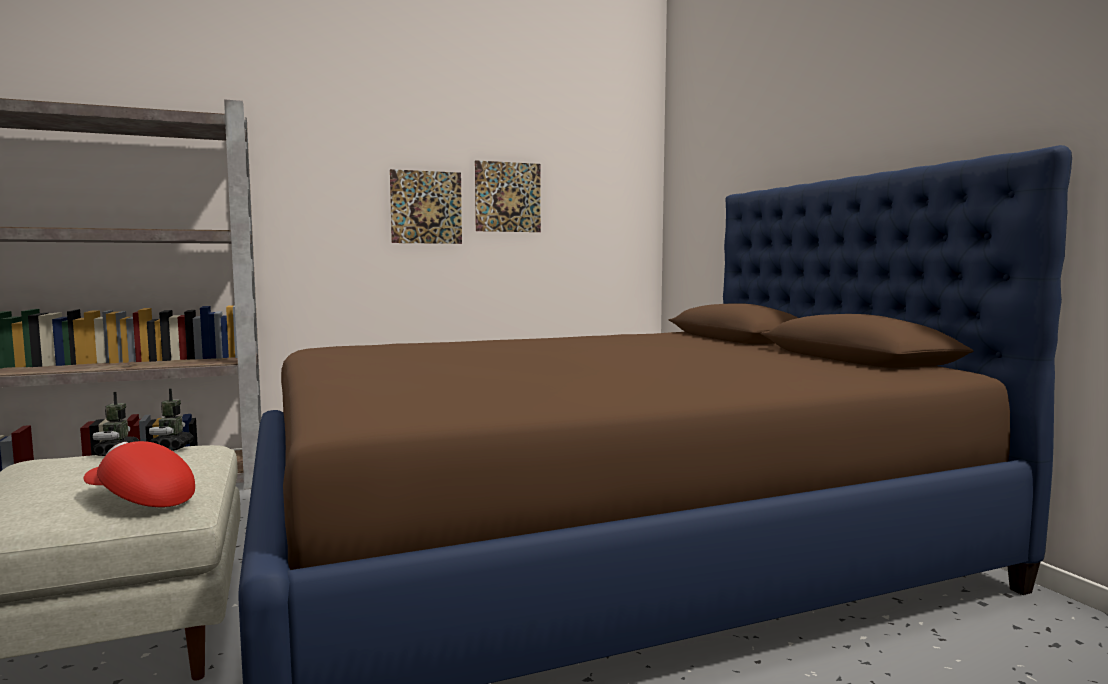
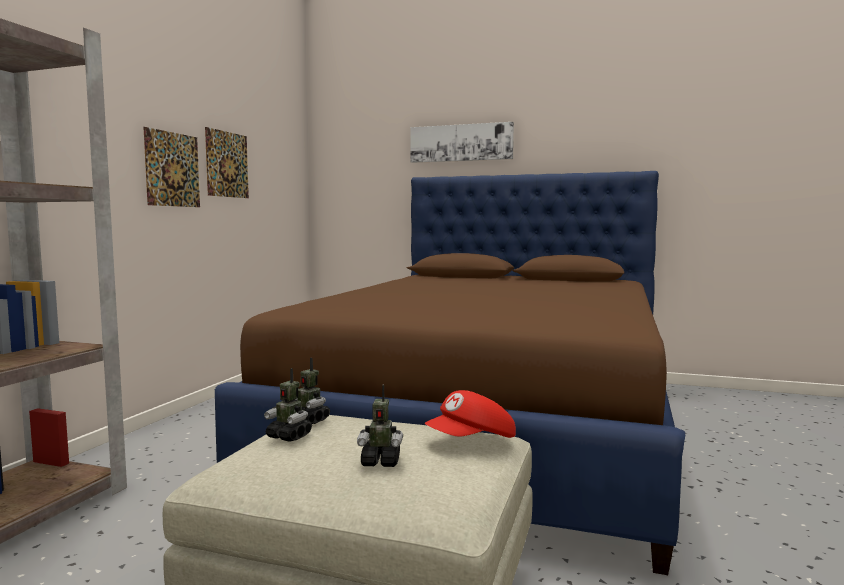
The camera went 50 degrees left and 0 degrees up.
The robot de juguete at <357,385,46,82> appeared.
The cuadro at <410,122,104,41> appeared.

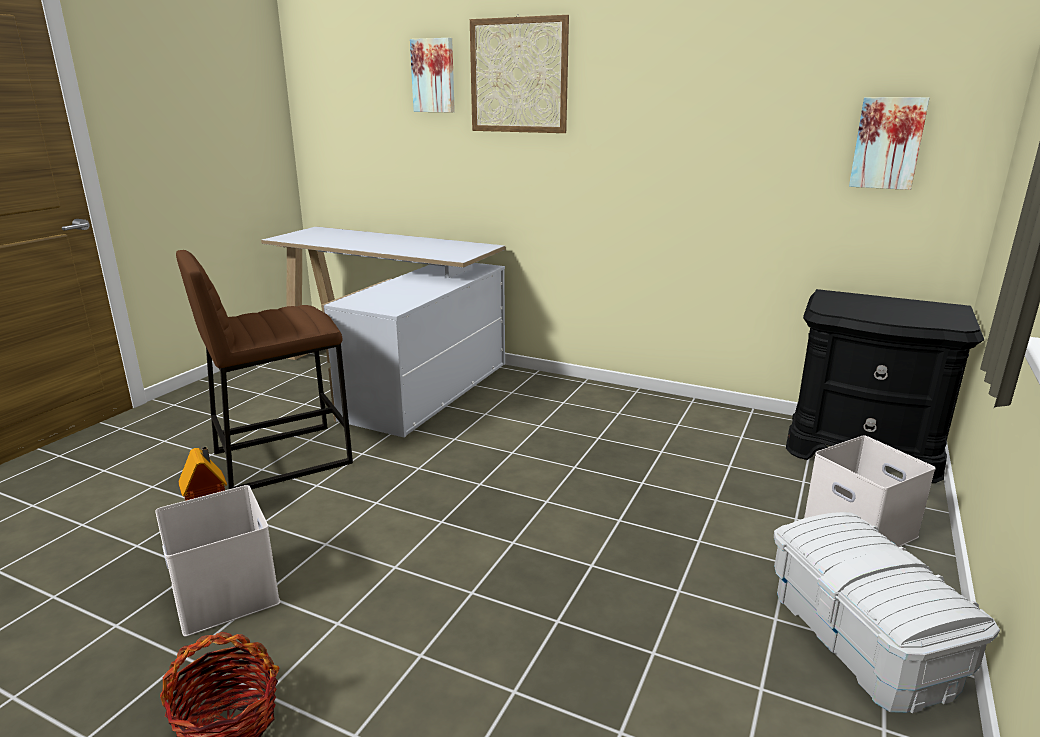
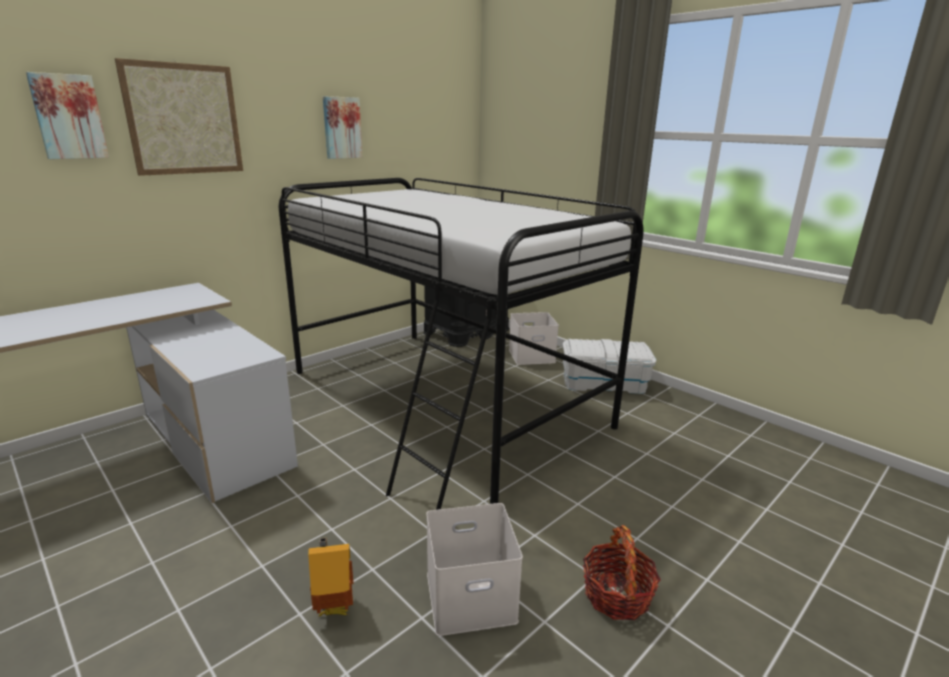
The camera went 70 degrees left and 0 degrees up.
The cama (negro) at <279,178,365,332> appeared.
The cuadro moved from <849,97,81,93> to <323,96,39,63>.
The taburete (marrón) at <176,250,177,239> disappeared.

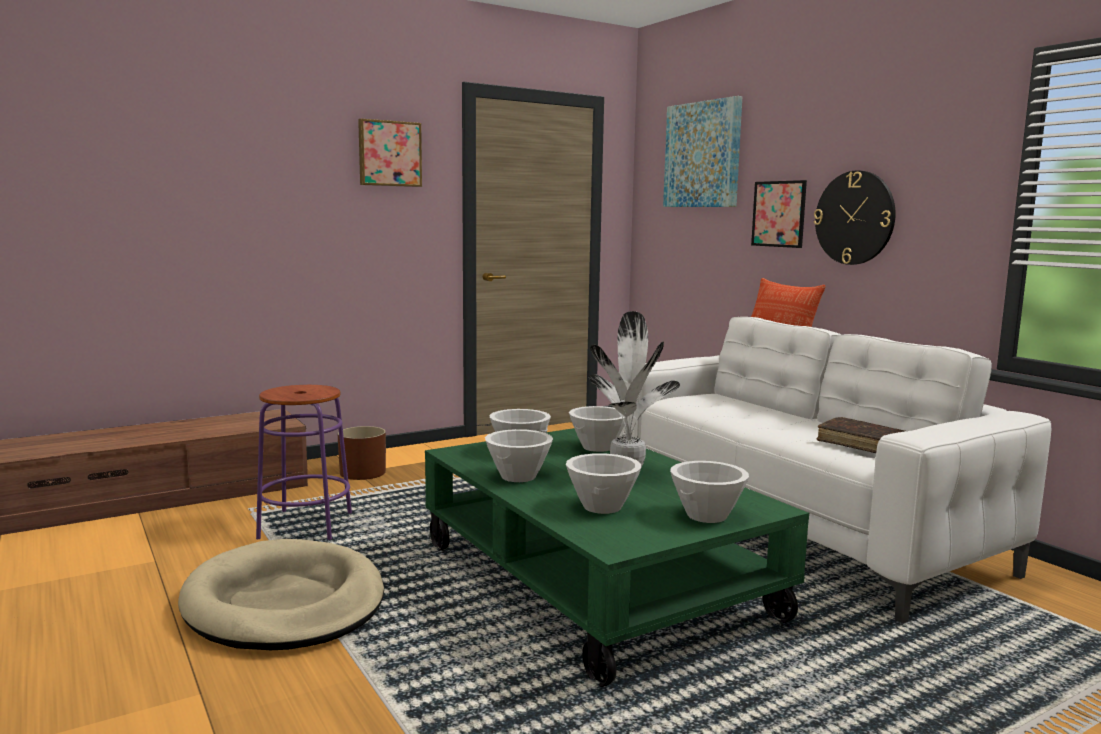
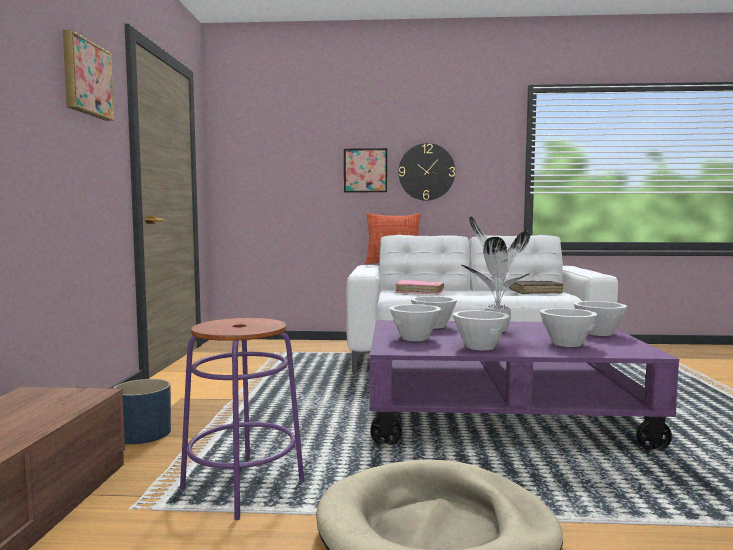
The camera went 55 degrees left and 5 degrees down.
The maceta (marrón) at <338,426,48,54> became the maceta (azul) at <114,379,57,65>.
The mesa de centro (verde) at <425,428,384,259> became the mesa de centro (morado) at <369,320,310,130>.
The libro (rosa) at <395,280,49,15> appeared.
The cuadro at <663,96,79,111> disappeared.

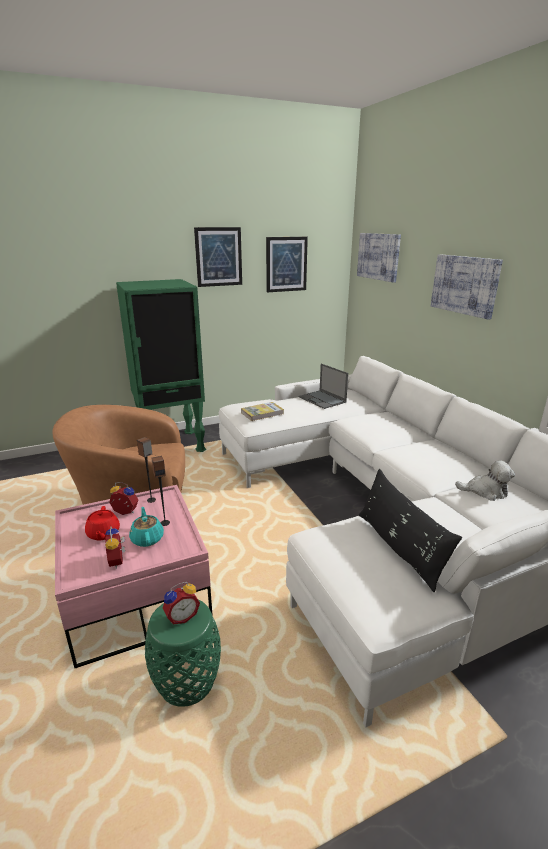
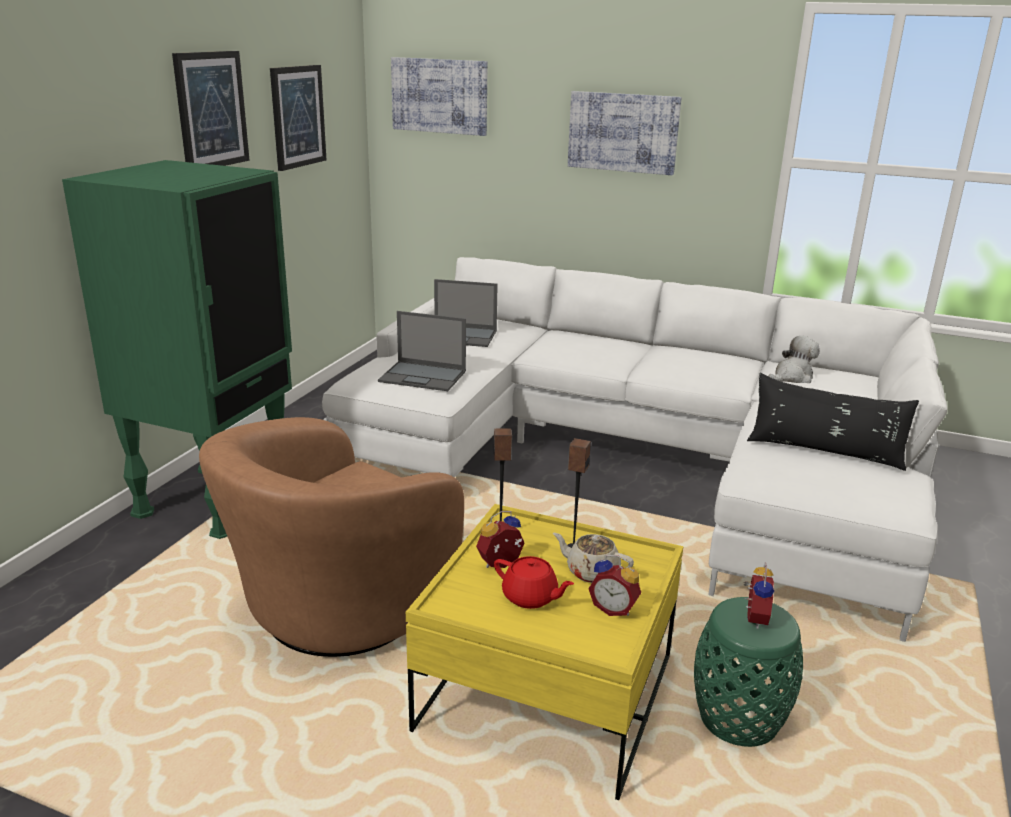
The camera went 45 degrees left and 0 degrees up.
The libro at <241,402,43,19> was replaced by the portátil at <378,311,88,80>.
The mesa de centro (rosa) at <55,485,158,184> became the mesa de centro (amarillo) at <406,504,277,296>.
The tetera (turquesa) at <129,507,35,40> became the tetera (beis) at <553,533,81,50>.

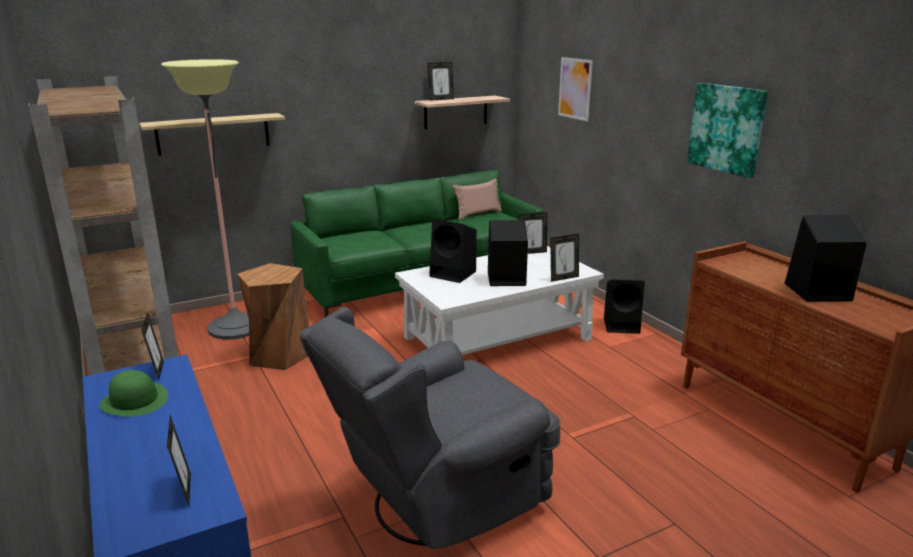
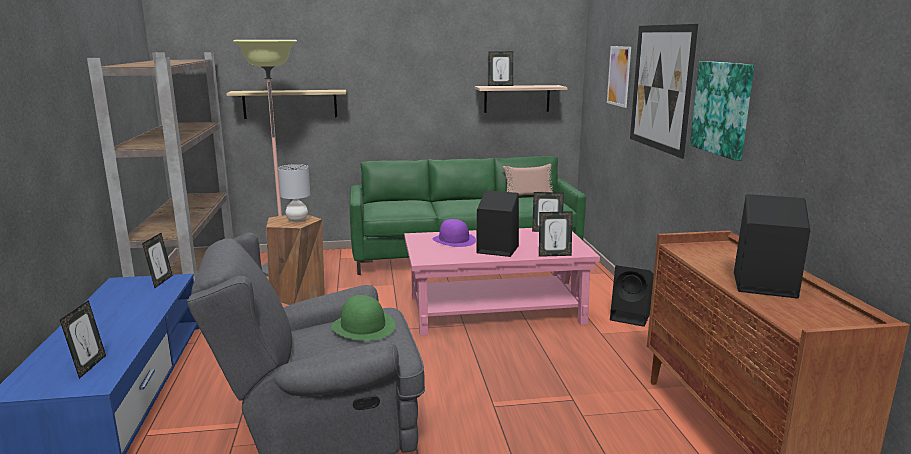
The camera went 20 degrees right and 5 degrees down.
The lámpara de mesa (gris) at <278,164,32,58> appeared.
The sombrero (verde) moved from <99,370,69,46> to <331,295,64,46>.
The mesa de centro (blanco) at <395,246,209,109> became the mesa de centro (rosa) at <404,228,196,107>.
The altavoz (negro) at <429,219,48,64> was replaced by the sombrero (morado) at <432,219,44,28>.
The cuadro at <630,24,68,135> appeared.

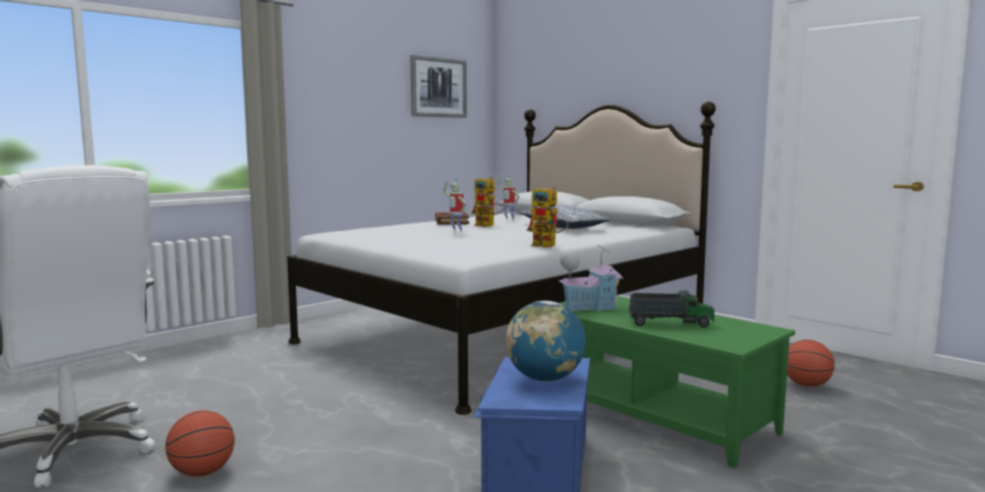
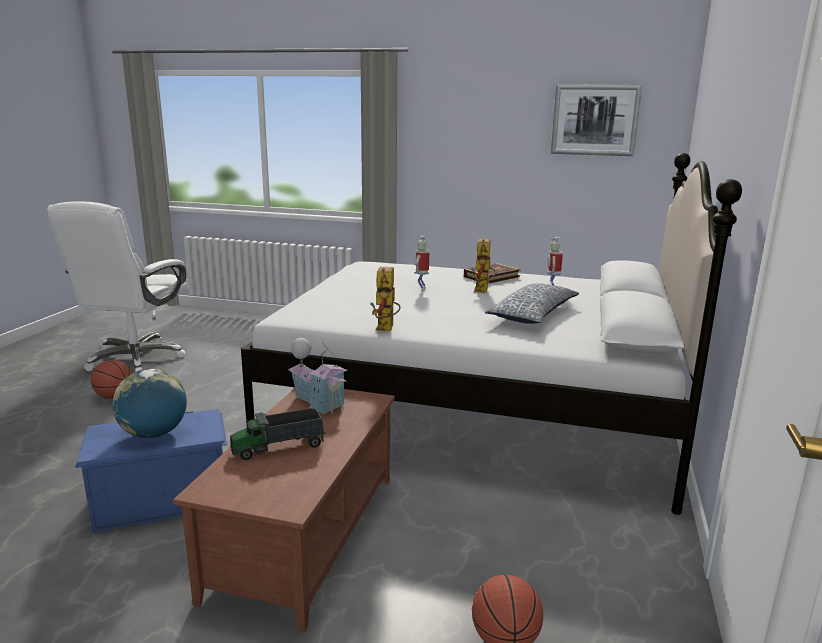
The camera went 60 degrees right and 10 degrees up.
The mesa de centro (verde) at <560,296,235,172> became the mesa de centro (marrón) at <173,388,222,244>.
The camión de juguete at <628,290,86,38> turned 90 degrees clockwise.

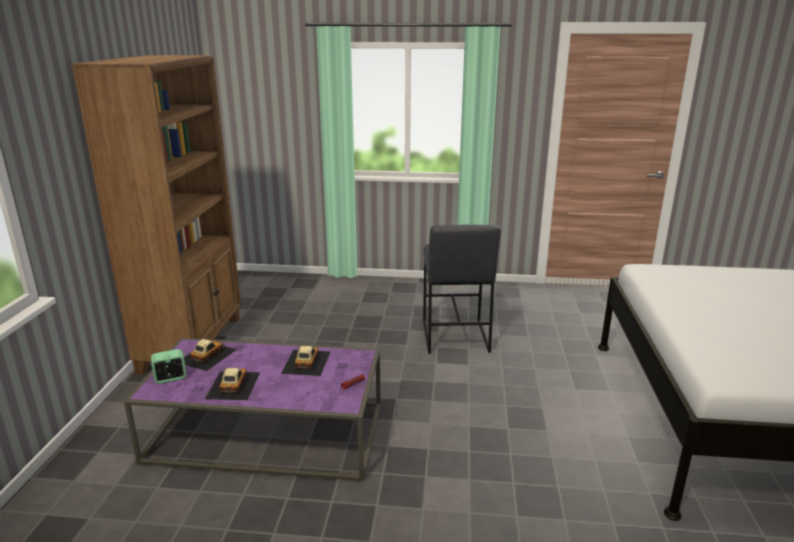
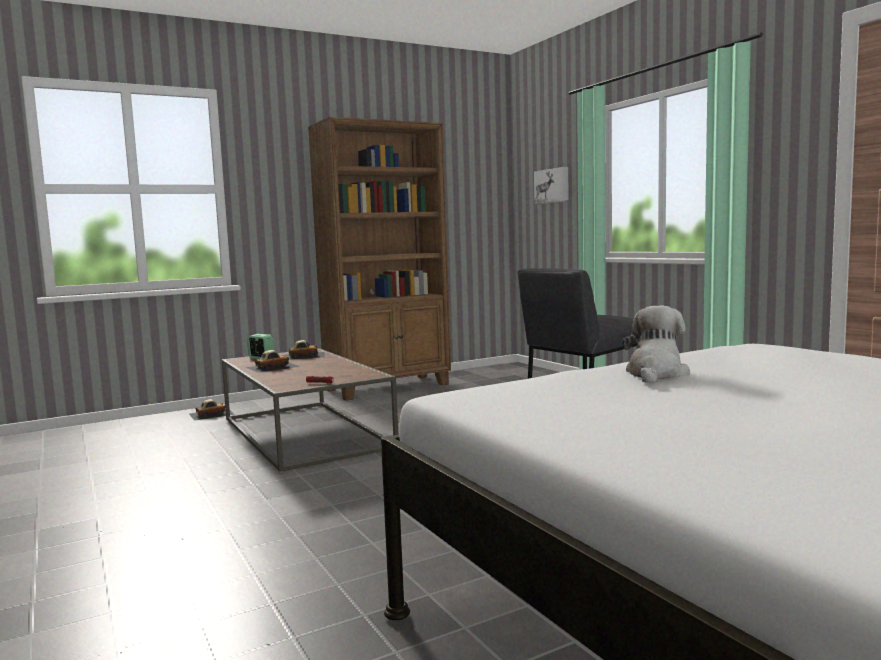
The camera went 55 degrees right and 15 degrees down.
The coche de juguete moved from <281,346,49,30> to <189,399,45,22>.
The mesa de centro (morado) at <124,338,257,143> became the mesa de centro (marrón) at <222,348,176,125>.
The cuadro at <534,167,35,37> appeared.
The peluche at <622,306,68,77> appeared.

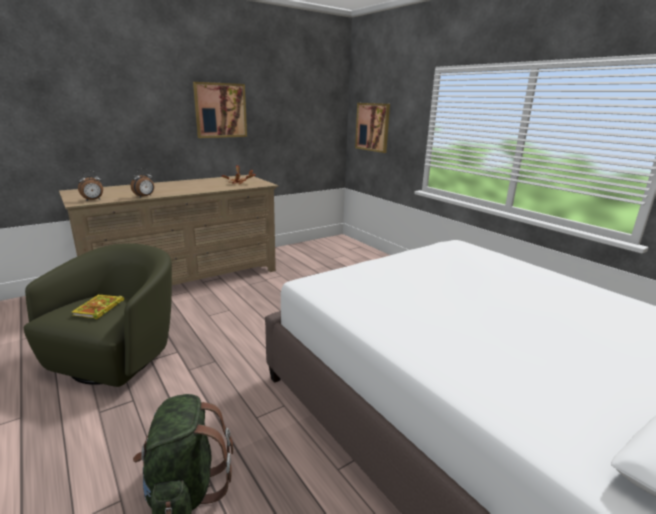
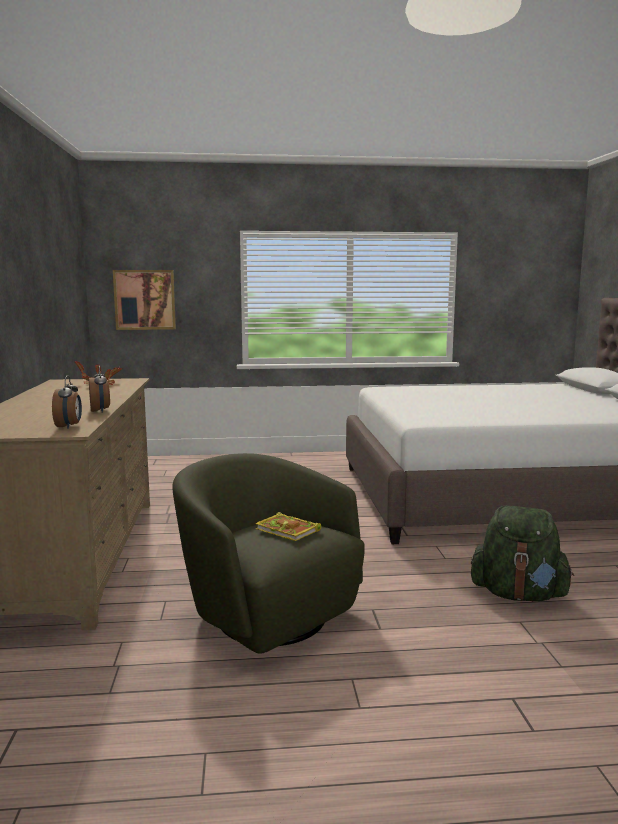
The camera went 60 degrees left and 10 degrees down.
The cuadro at <193,82,54,56> disappeared.

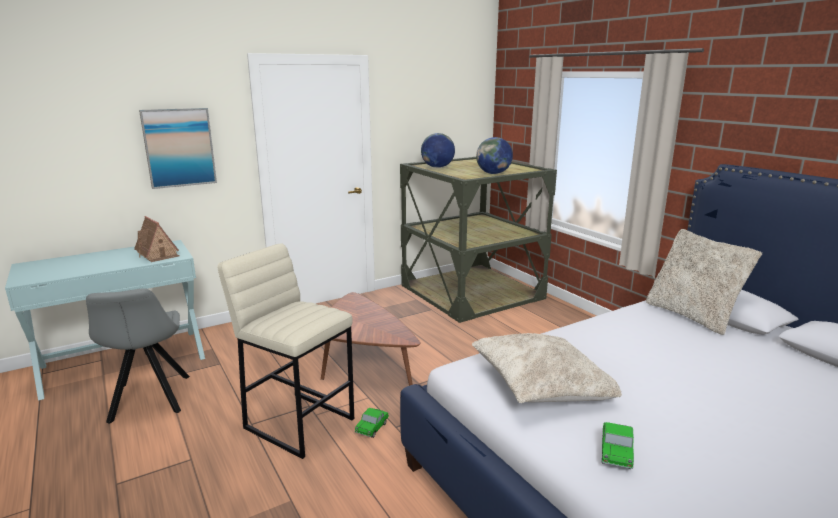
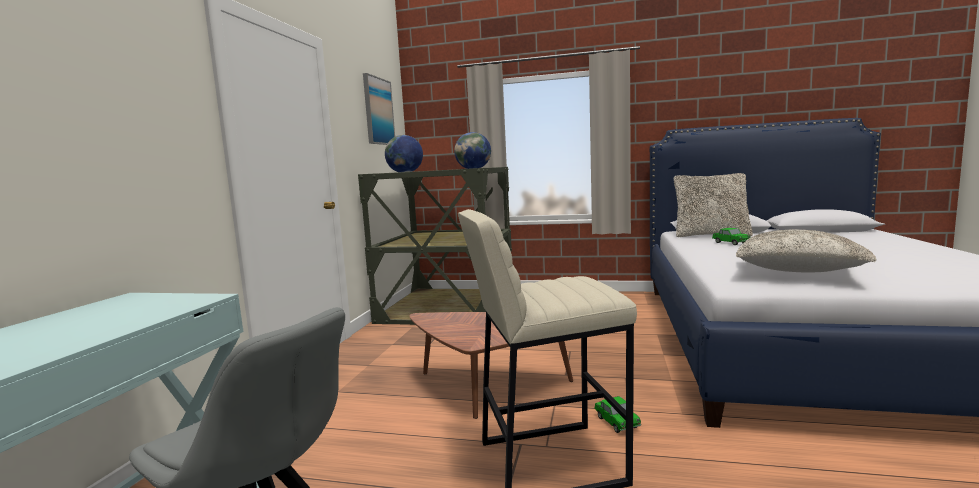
The camera went 45 degrees left and 10 degrees down.
The cuadro moved from <139,108,78,81> to <363,73,32,72>.
The coche de juguete moved from <602,422,32,47> to <712,228,39,17>.
The casita at <134,216,46,46> disappeared.

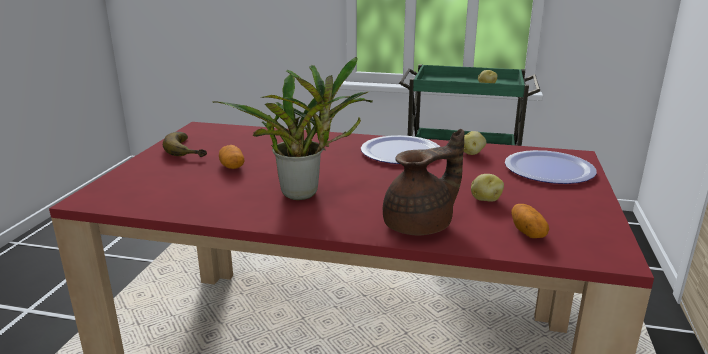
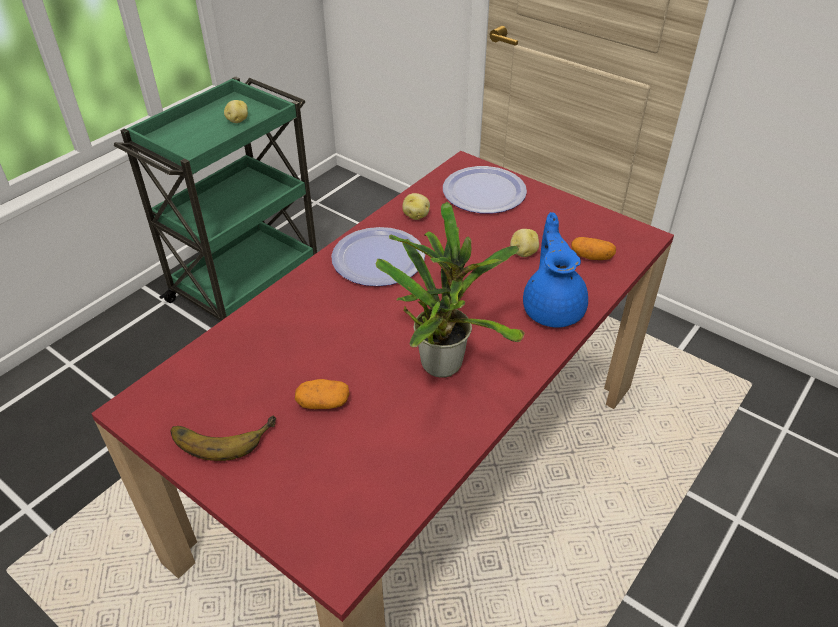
The camera went 65 degrees left and 20 degrees up.
The tetera (marrón) at <383,129,82,106> became the tetera (azul) at <523,212,65,116>.

